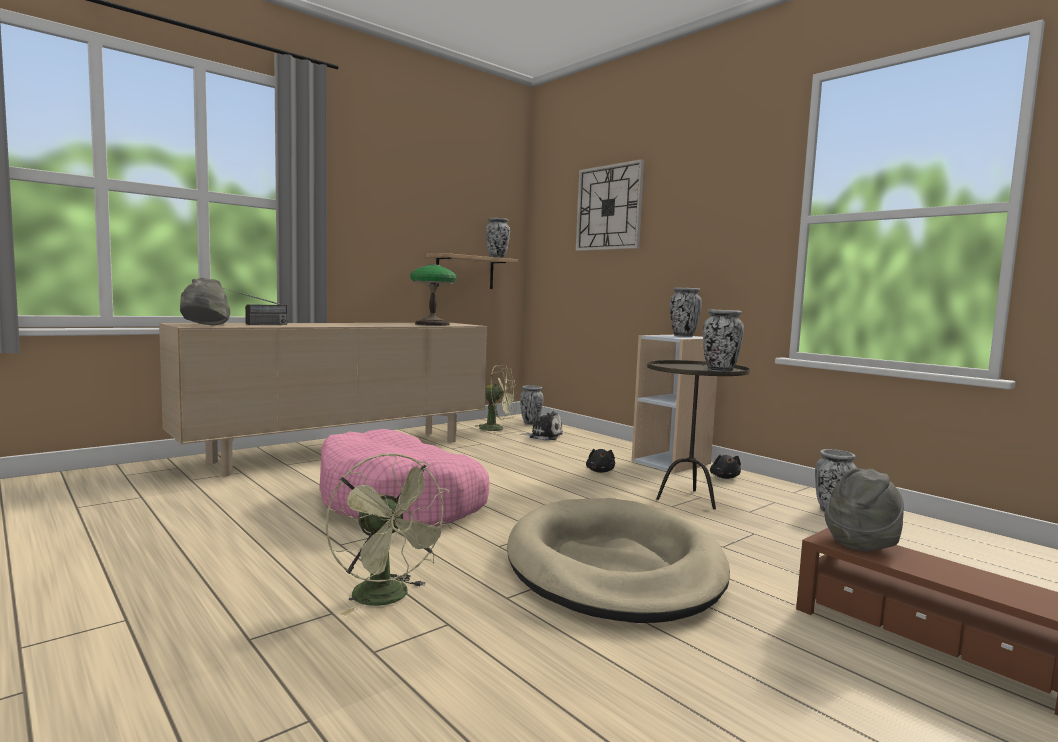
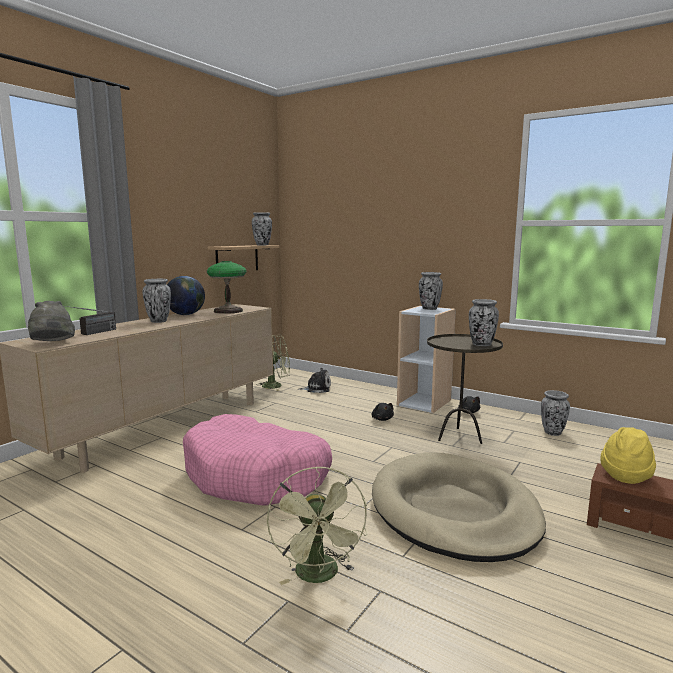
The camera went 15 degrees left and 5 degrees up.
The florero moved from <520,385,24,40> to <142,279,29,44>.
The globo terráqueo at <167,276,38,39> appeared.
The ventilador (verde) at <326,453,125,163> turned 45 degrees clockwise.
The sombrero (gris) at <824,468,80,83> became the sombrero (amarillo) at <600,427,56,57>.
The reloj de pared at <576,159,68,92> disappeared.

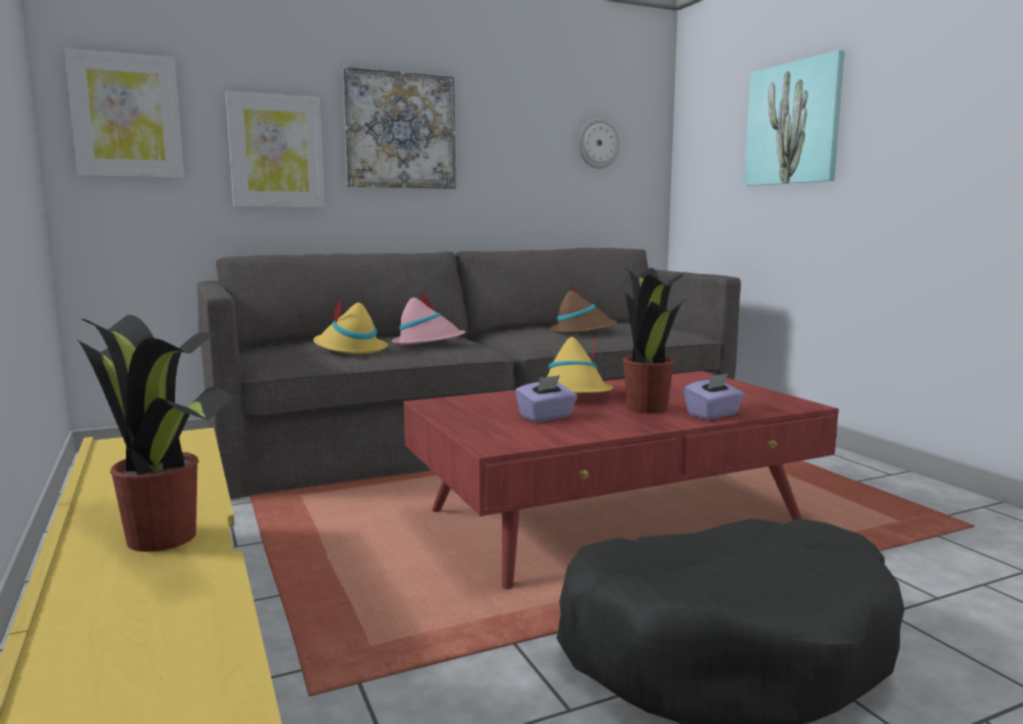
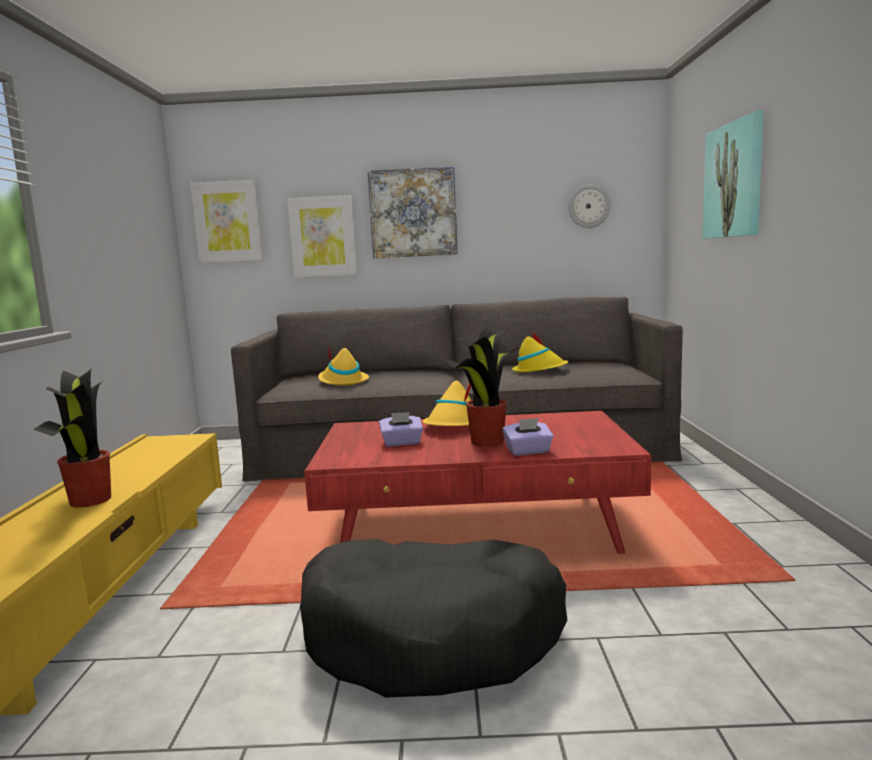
The camera went 25 degrees right and 0 degrees up.
The sombrero (marrón) at <550,285,67,49> became the sombrero (amarillo) at <512,331,56,42>.
The sombrero (rosa) at <392,291,74,54> disappeared.

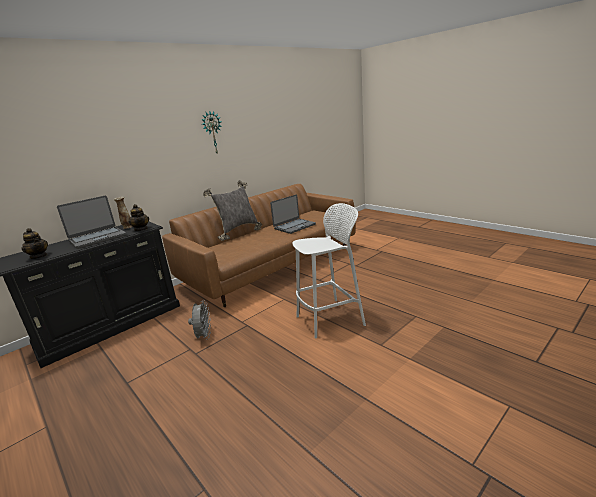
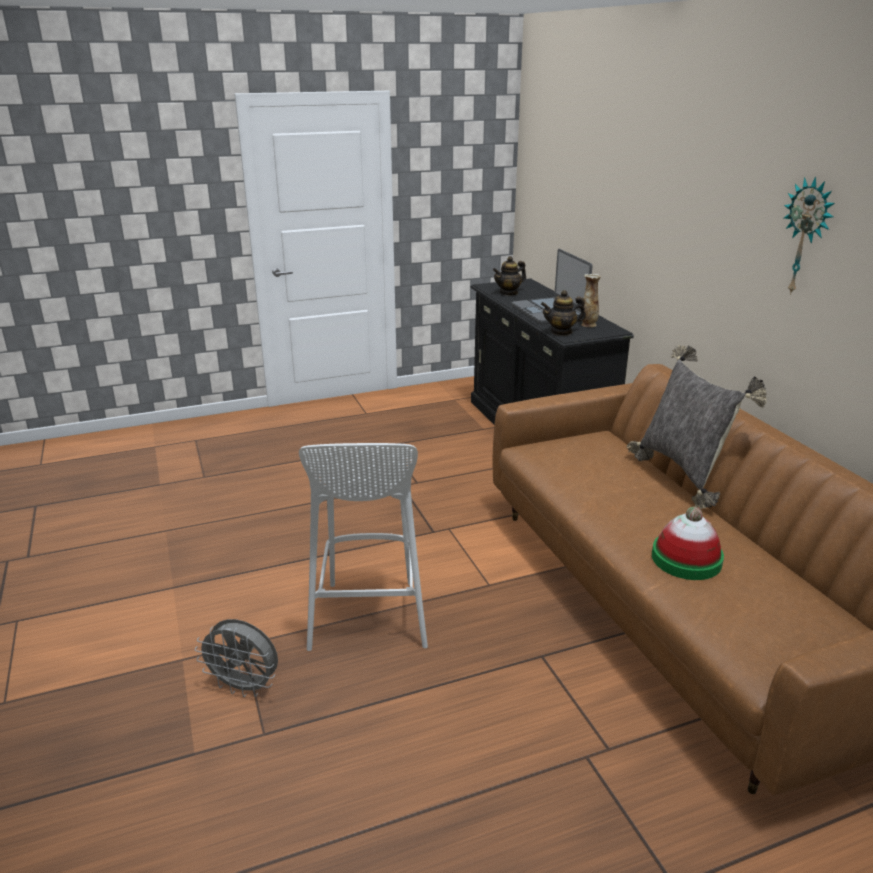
The camera went 110 degrees right and 5 degrees up.
The ventilador (gris) moved from <188,300,23,40> to <195,619,83,78>.
The portátil at <270,195,46,39> was replaced by the sombrero at <652,507,72,73>.

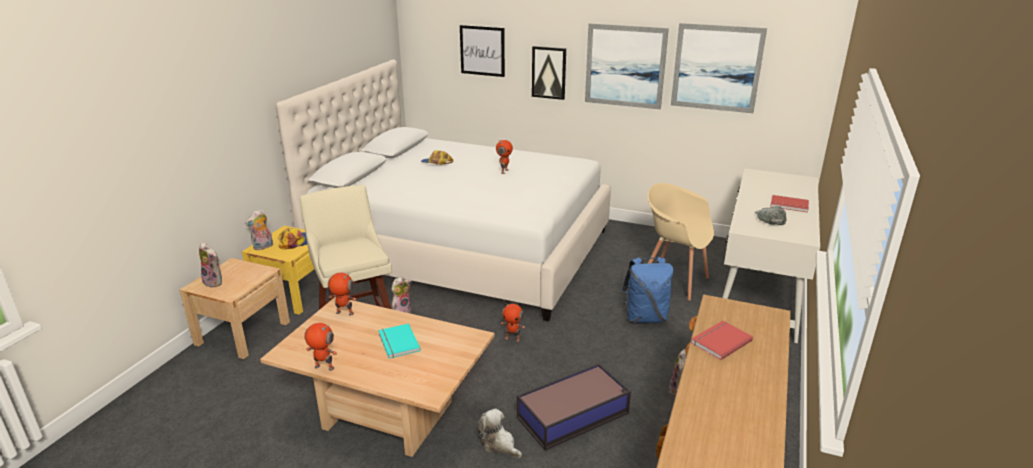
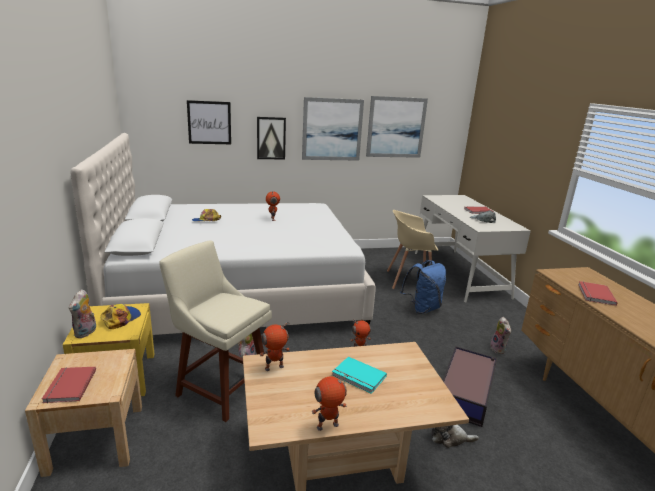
The camera went 35 degrees left and 5 degrees down.
The peluche at <199,242,23,46> was replaced by the libro (rojo) at <42,367,54,36>.

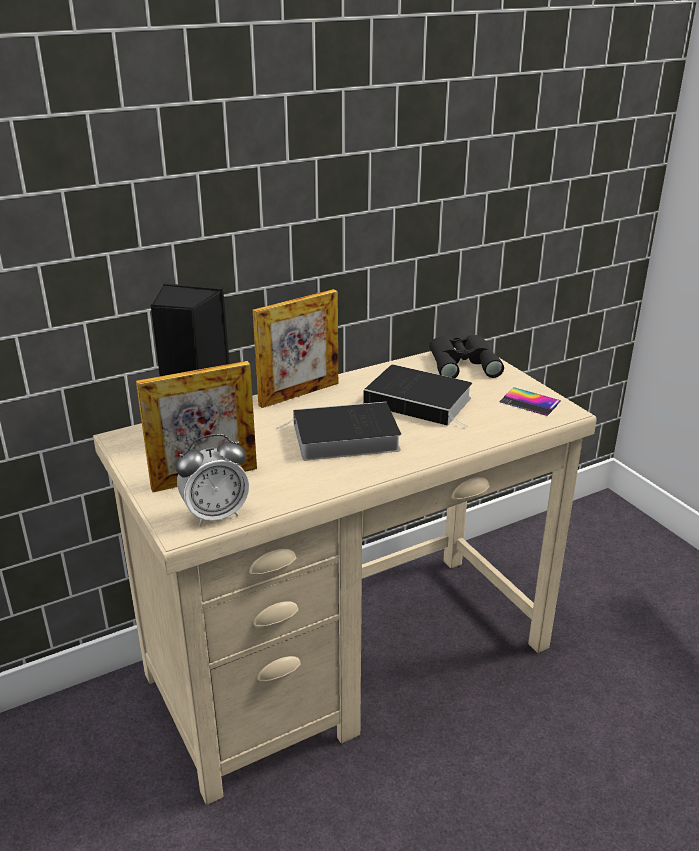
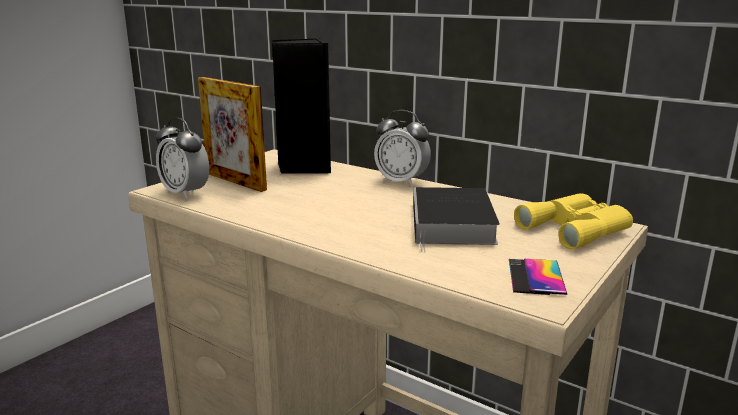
The camera went 65 degrees right and 10 degrees down.
The portarretratos at <253,289,85,119> was replaced by the despertador at <374,110,57,77>.
The prismáticos (negro) at <429,335,75,43> became the prismáticos (amarillo) at <514,193,119,57>.
The libro at <277,402,124,58> disappeared.

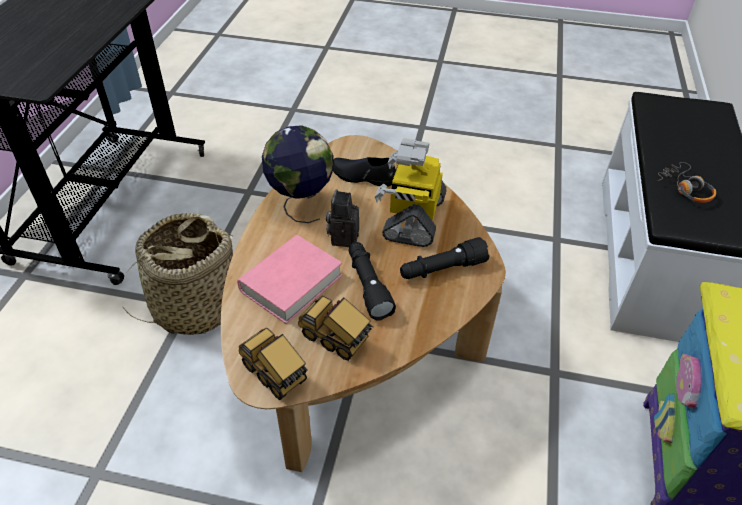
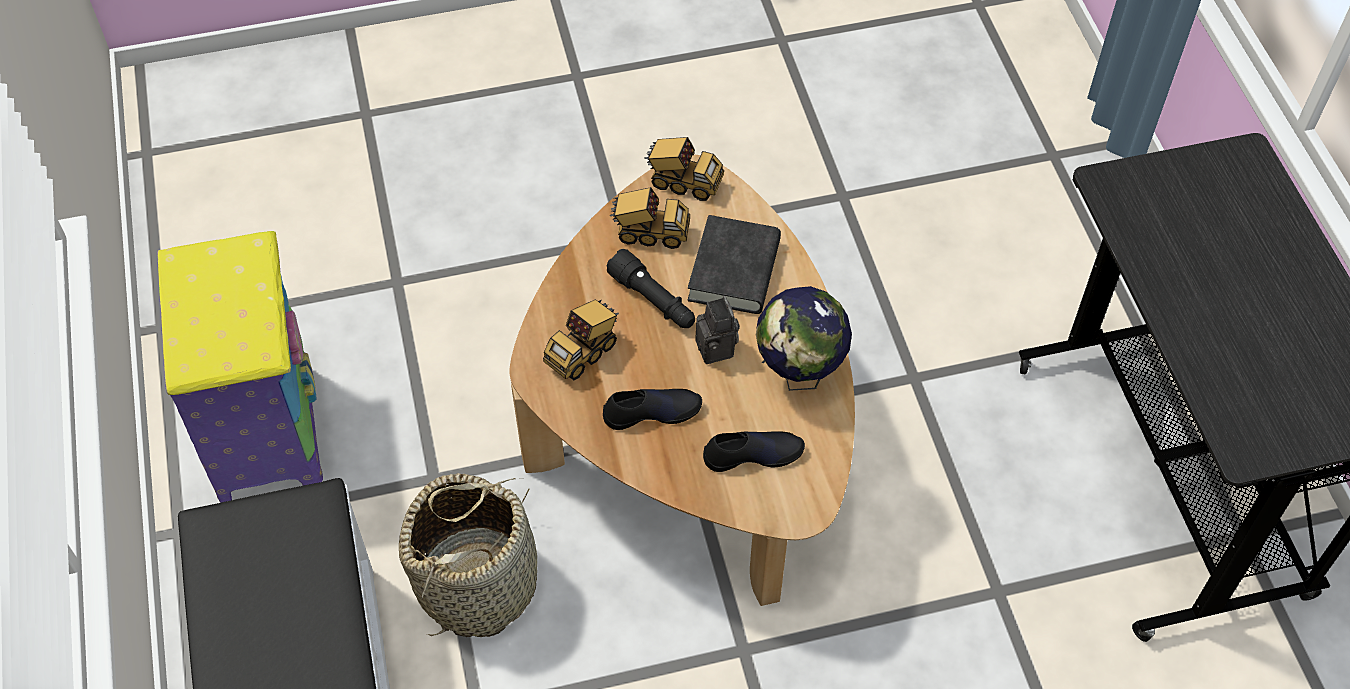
The camera went 155 degrees right and 10 degrees up.
The cesta moved from <124,213,110,122> to <399,473,138,164>.
The linterna (negro) at <400,237,89,42> was replaced by the camión de juguete at <543,299,76,81>.
The robot de juguete at <375,138,72,109> was replaced by the zapato (negro) at <603,389,99,41>.
The libro (rosa) at <237,235,105,89> became the libro (negro) at <688,215,93,99>.
The auriculares at <658,162,58,41> disappeared.

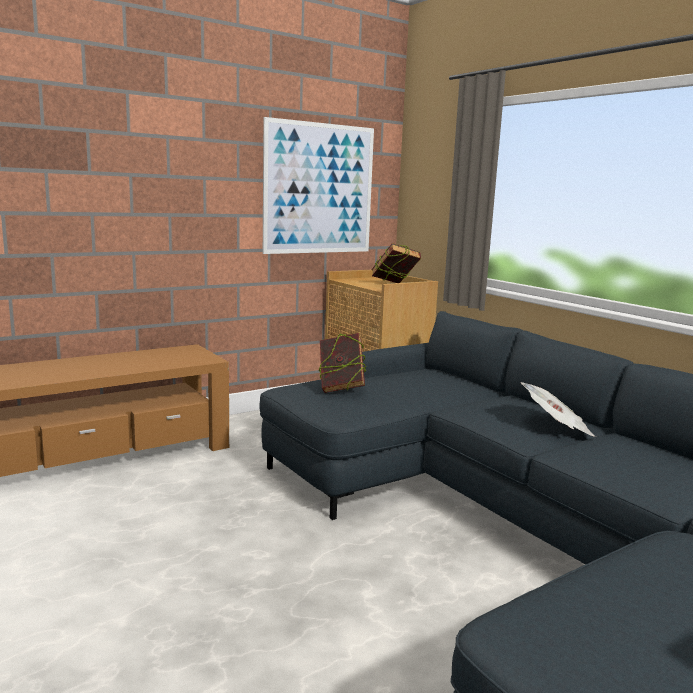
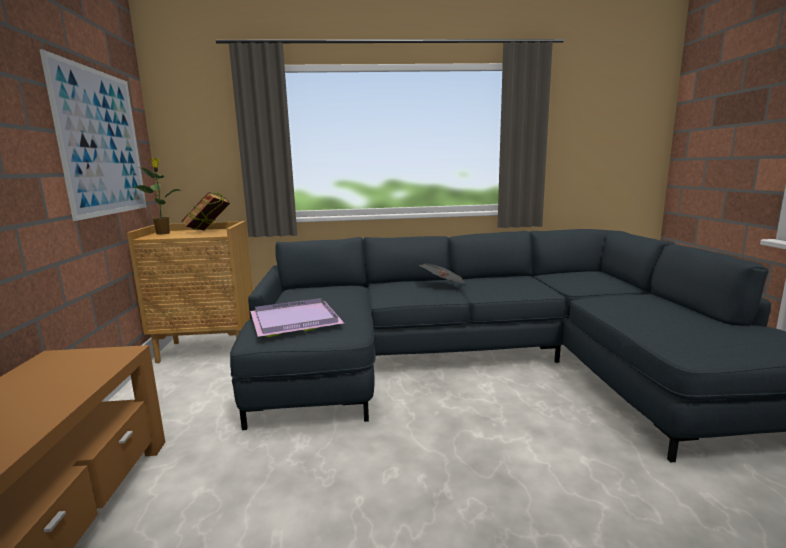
The camera went 60 degrees left and 0 degrees up.
The planta en maceta at <132,158,49,76> appeared.
The libro at <319,333,48,60> was replaced by the bandeja (morado) at <250,298,94,39>.

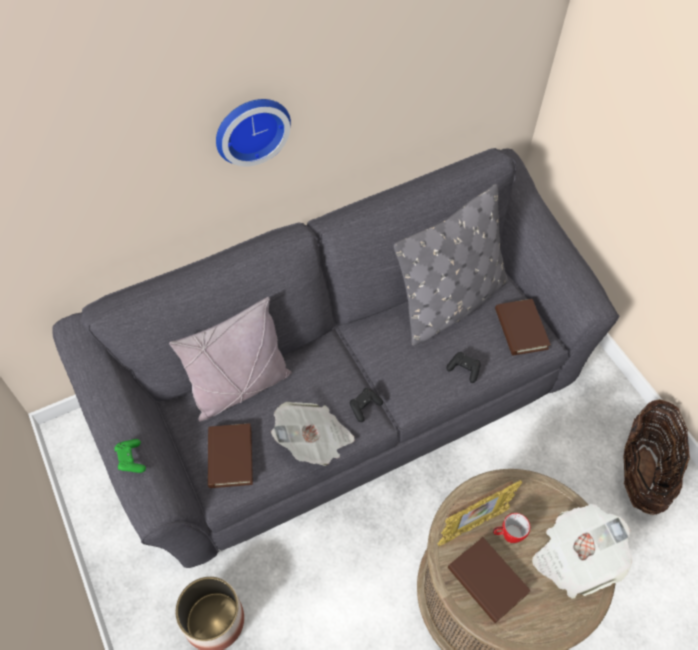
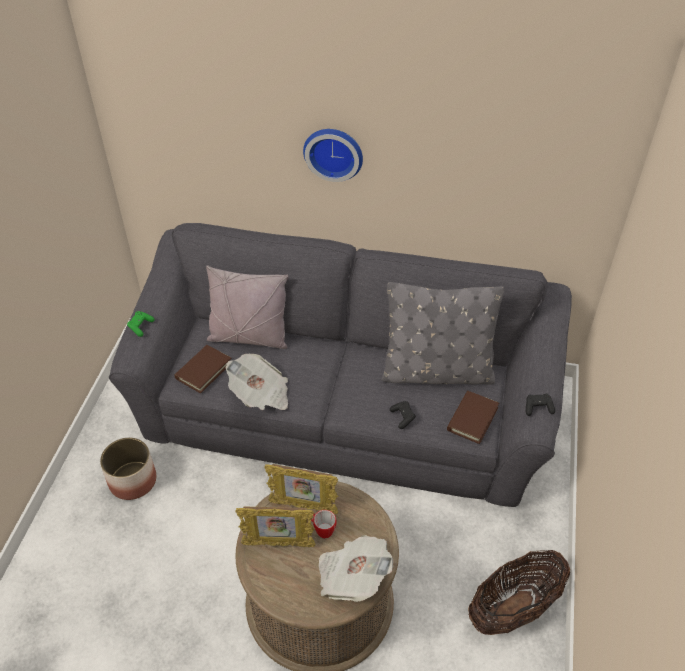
The camera went 40 degrees right and 10 degrees down.
The libro (marrón) at <448,537,83,86> was replaced by the portarretratos at <236,506,80,41>.
The mando de consola (negro) moved from <350,388,33,34> to <526,394,29,22>.

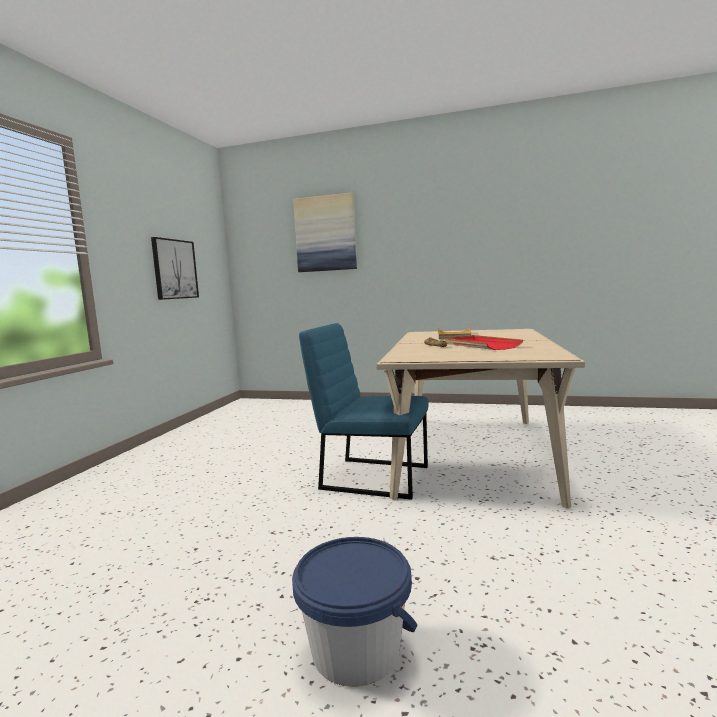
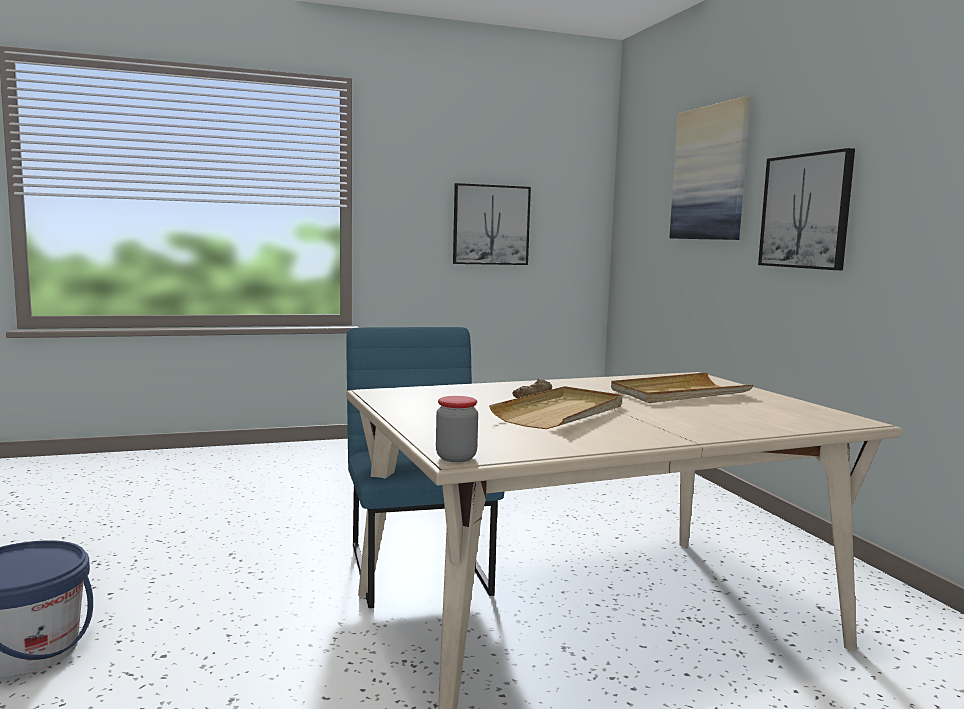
The camera went 55 degrees right and 0 degrees up.
The tarro at <436,396,42,66> appeared.
The bandeja (rojo) at <445,335,78,15> became the bandeja (beis) at <489,386,133,43>.
The cuadro at <758,148,97,122> appeared.

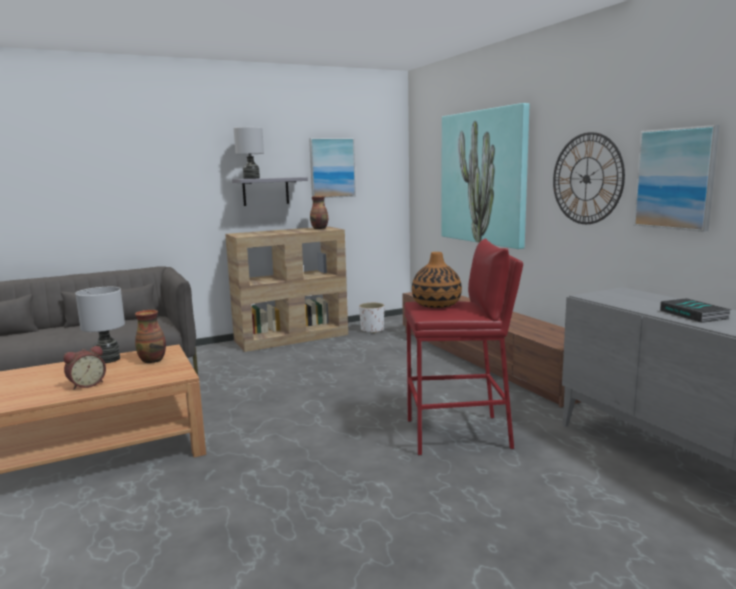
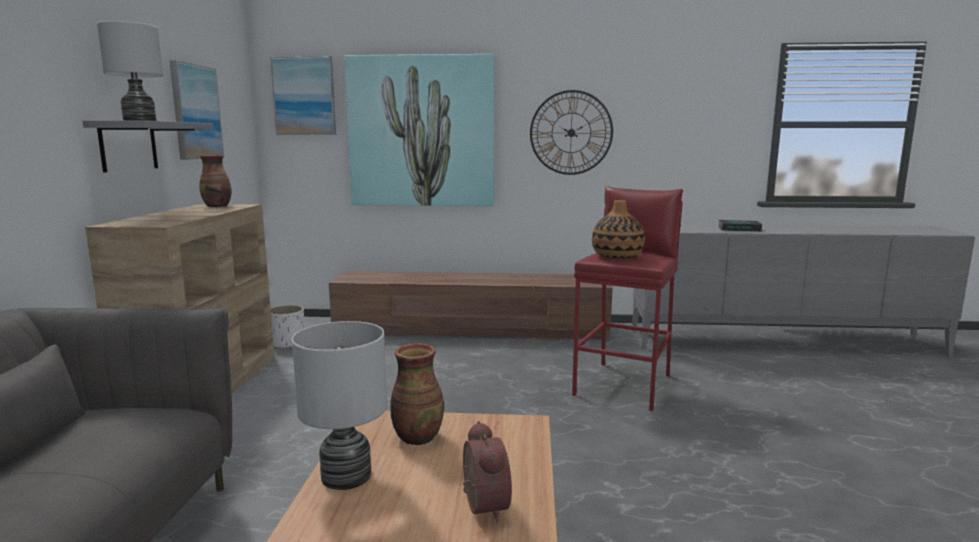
The camera went 60 degrees left and 0 degrees up.
The cuadro moved from <634,125,86,107> to <270,56,66,79>.

